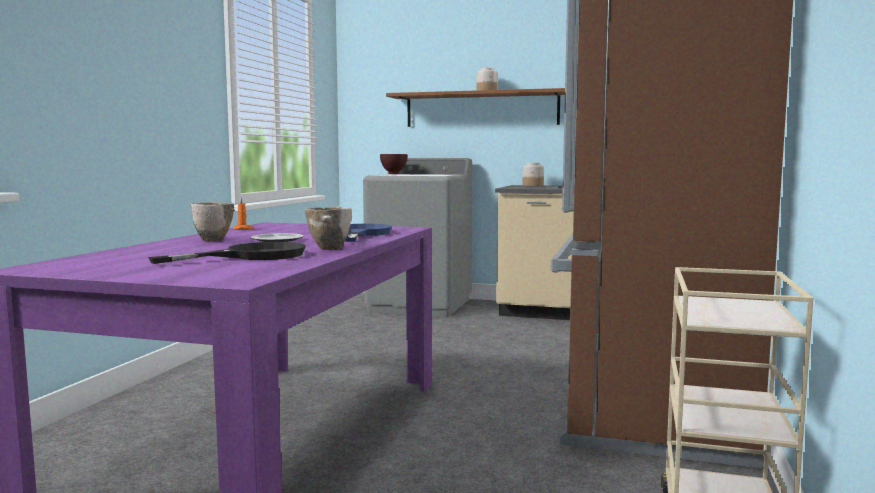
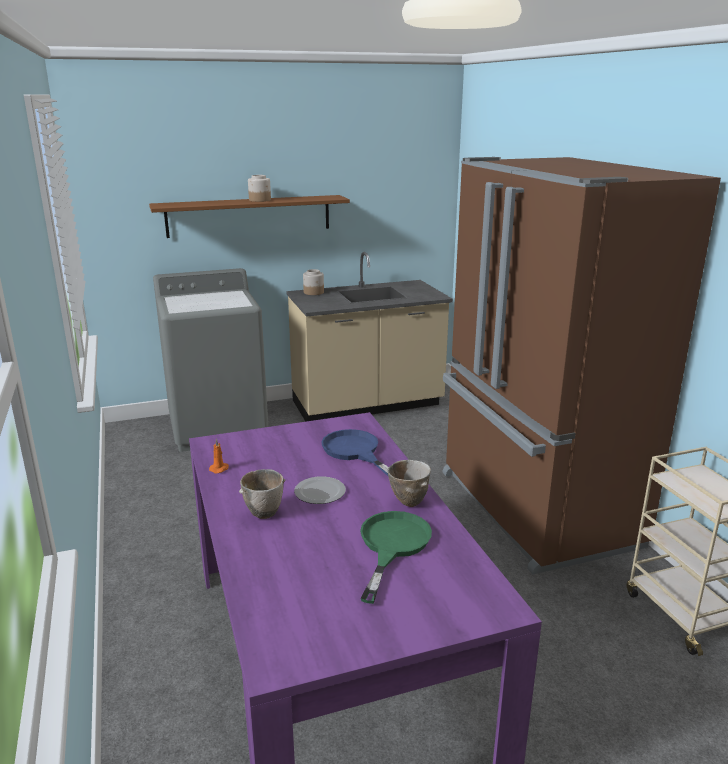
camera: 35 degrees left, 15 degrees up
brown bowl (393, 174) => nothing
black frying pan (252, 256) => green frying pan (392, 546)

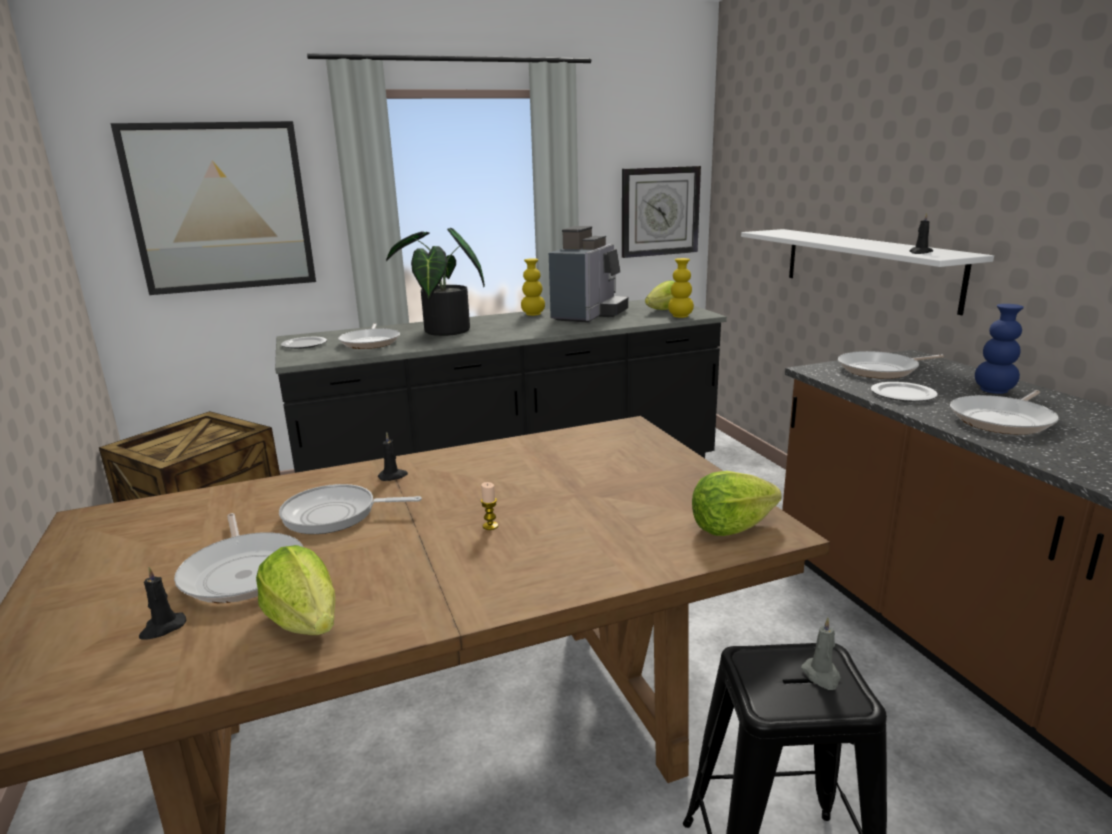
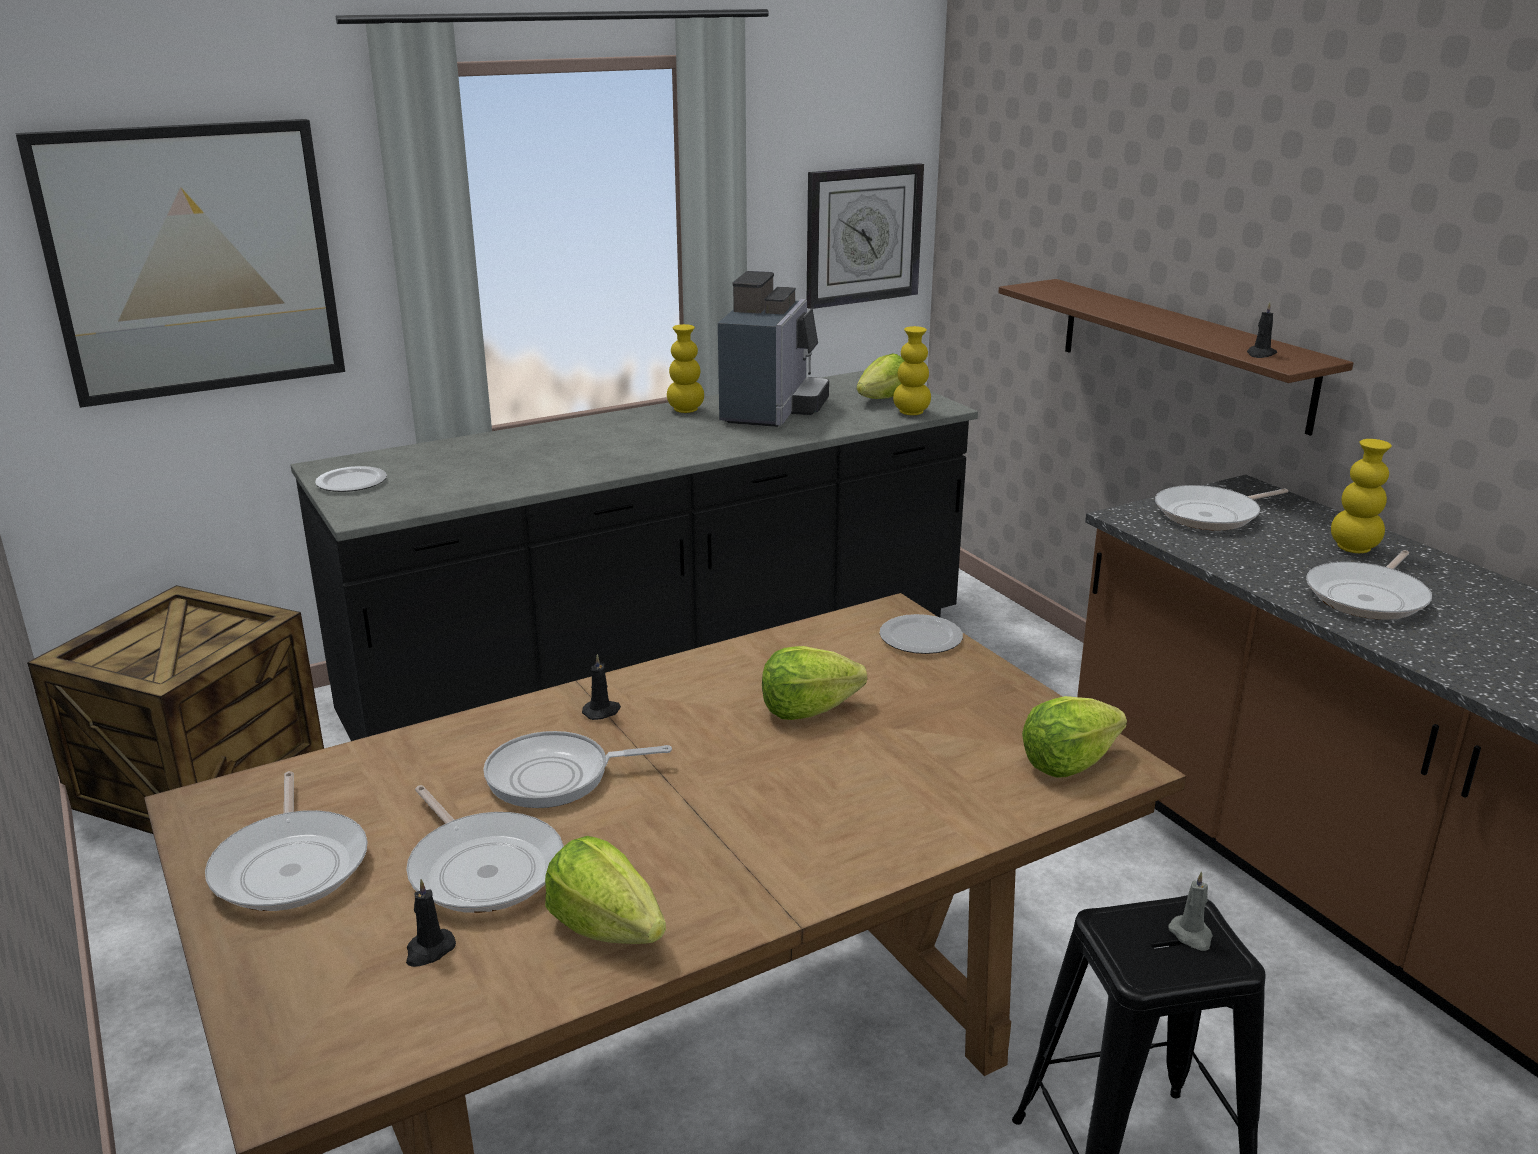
camera: 10 degrees left, 5 degrees up
potted plant (443, 332) => nothing
white shelf (867, 267) => brown shelf (1182, 352)
blue vase (993, 391) => yellow vase (1353, 548)
frying pan (371, 342) => frying pan (291, 865), moved
plate (902, 394) => plate (920, 637), moved
candle (490, 526) => nothing
nothing => lettuce (807, 709)

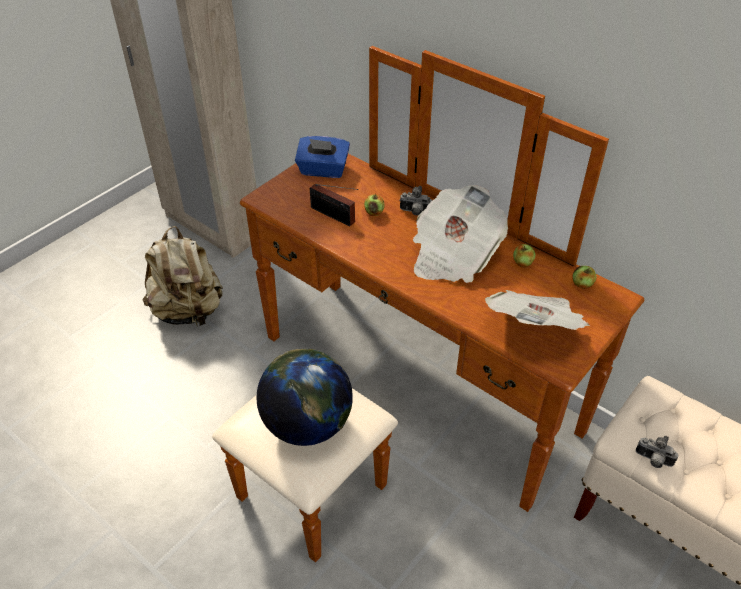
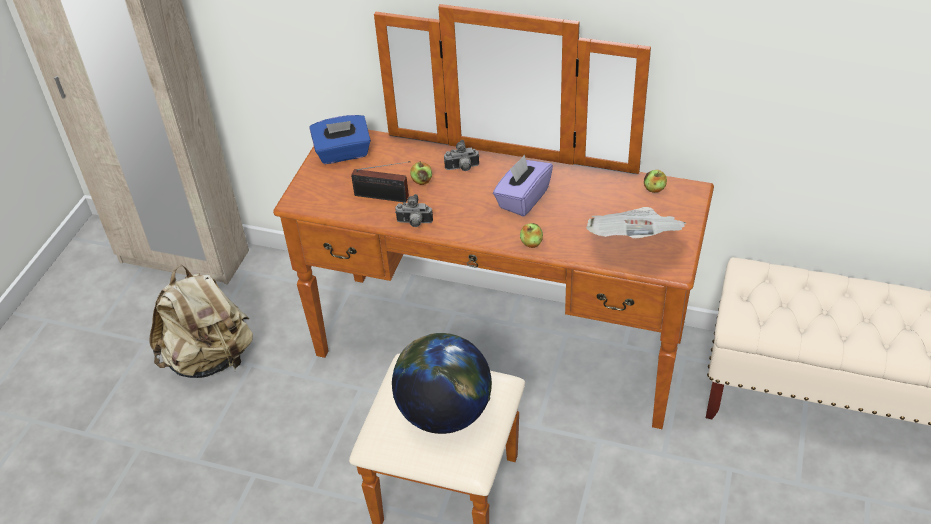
camera: 20 degrees left, 0 degrees up
newspaper (453, 255) => purple tissue box (522, 199)
apple (522, 263) => apple (531, 243), moved
photo camera (653, 460) => photo camera (414, 223), moved

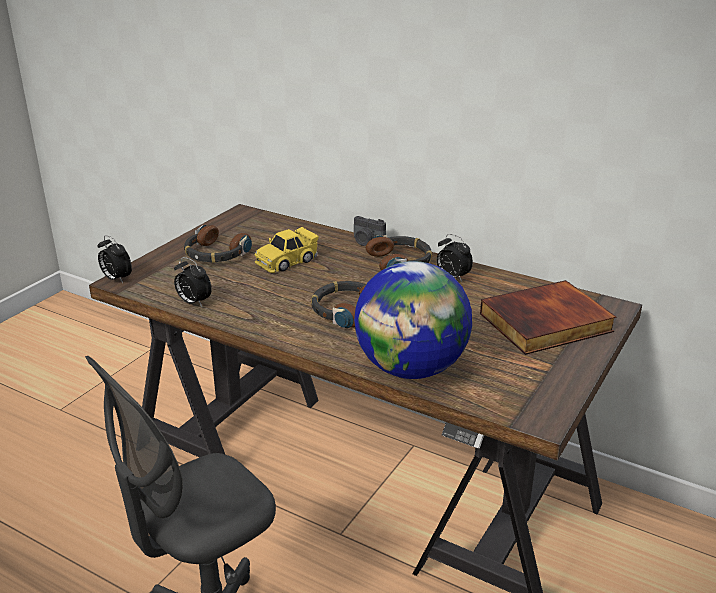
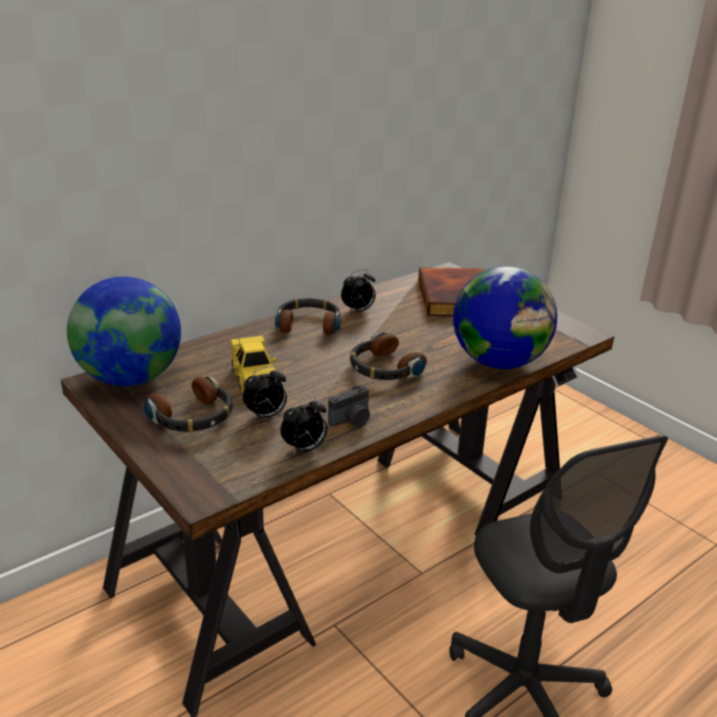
camera: 70 degrees left, 0 degrees up
photo camera (367, 241) => photo camera (352, 420), moved
alarm clock (116, 279) => alarm clock (266, 416), moved
nothing => globe (131, 378)

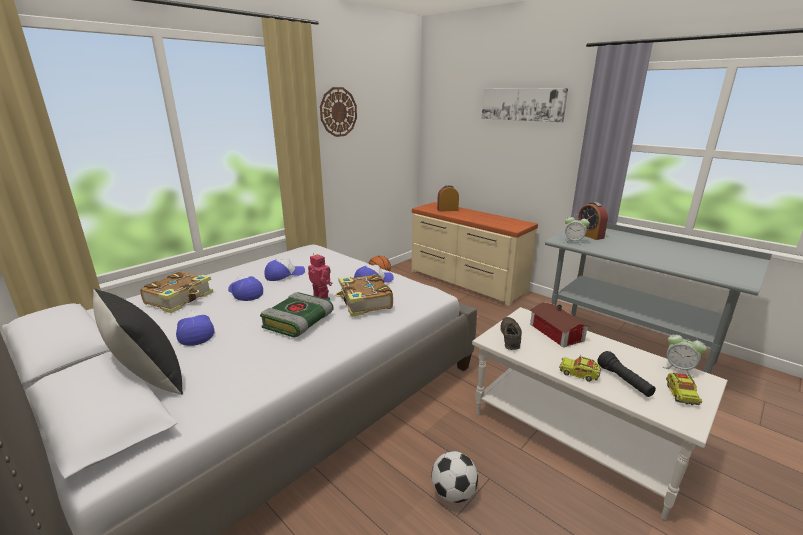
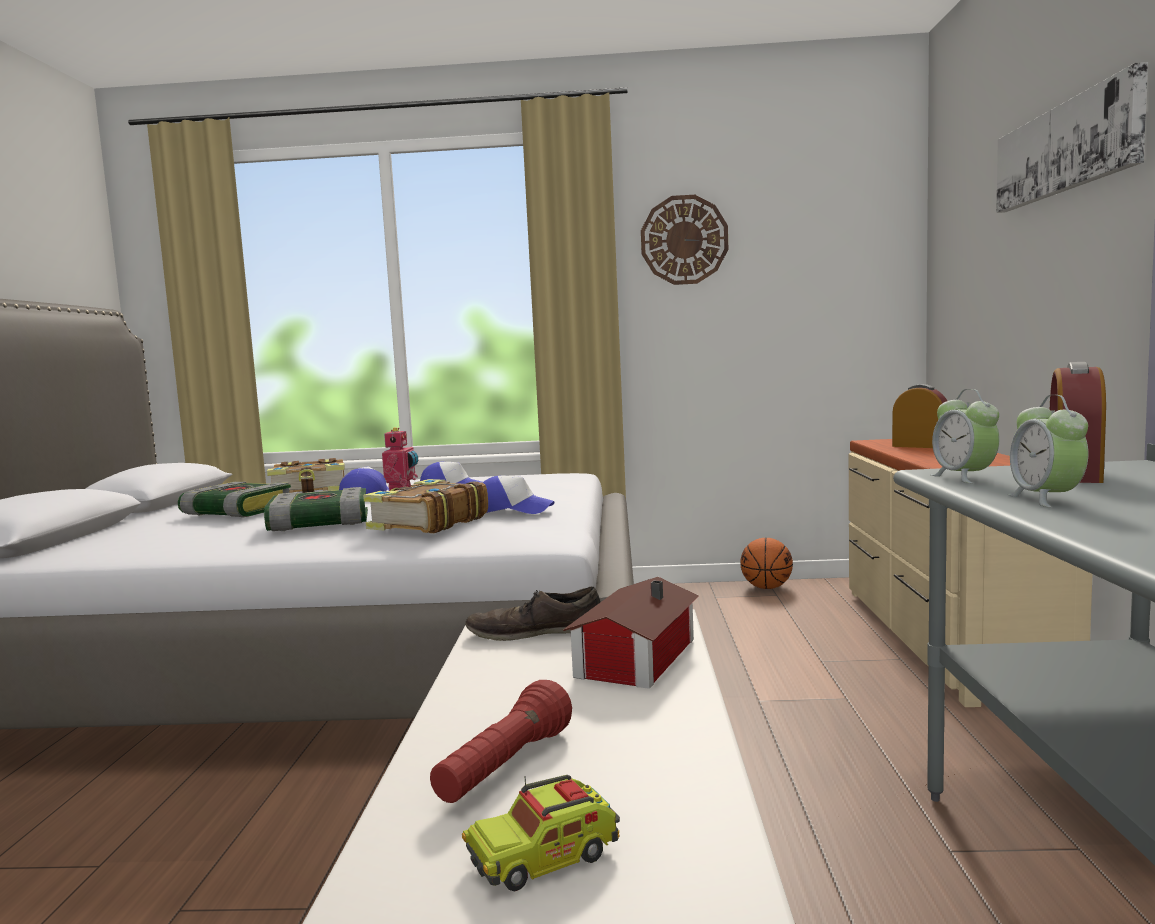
camera: 50 degrees right, 15 degrees down
black pillow (148, 380) => nothing
cap (195, 333) => book (235, 512)
brown shoe (510, 337) => brown shoe (535, 632), 150 degrees counterclockwise
alarm clock (679, 368) => alarm clock (1046, 499), moved
black flashlight (624, 381) => red flashlight (505, 767)
toy truck (578, 374) => nothing
football (453, 493) => nothing

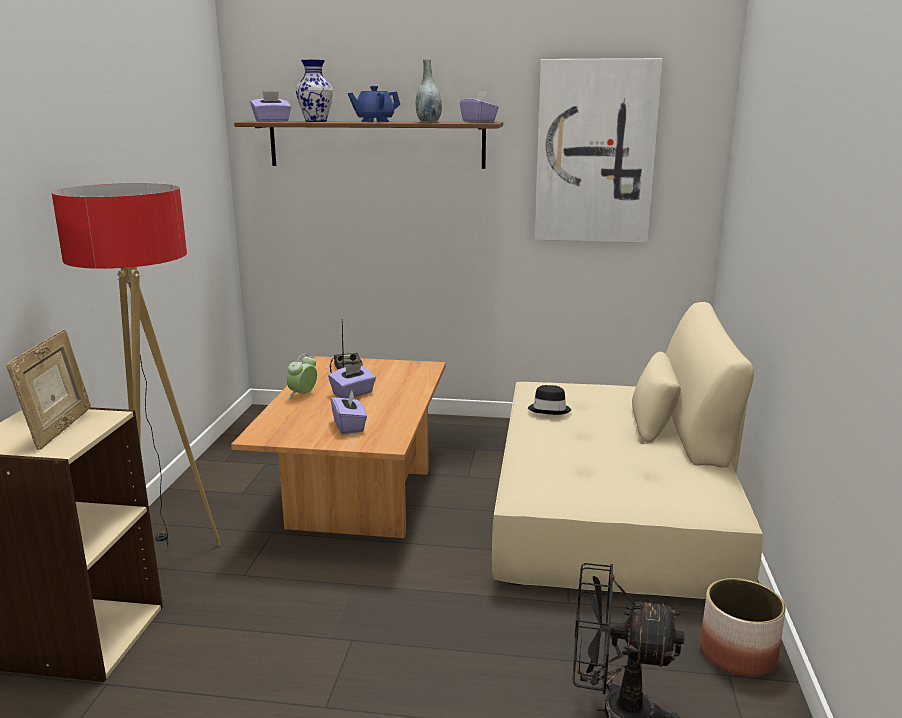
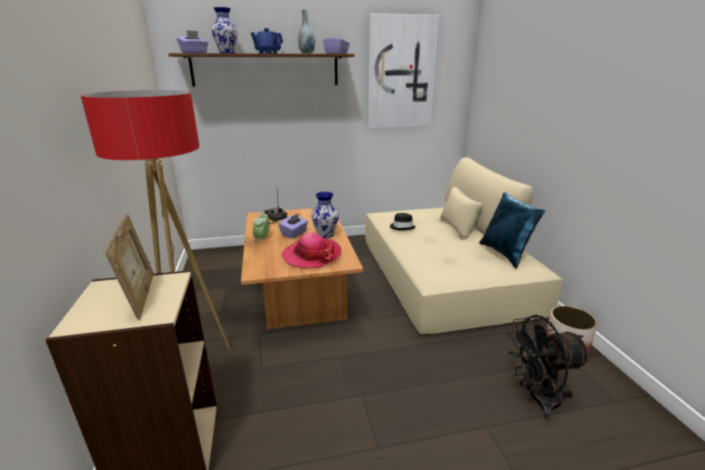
camera: 20 degrees left, 5 degrees up
purple tissue box (349, 426) => hat (311, 255)
nothing => vase (325, 234)
nothing => blue pillow (505, 254)

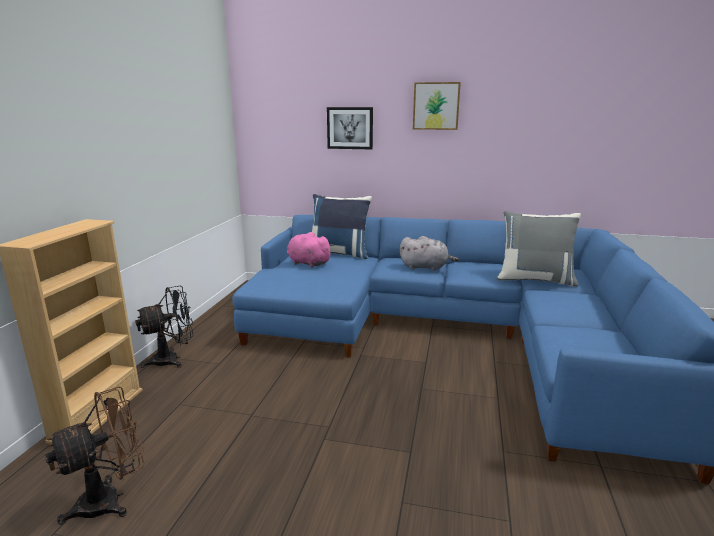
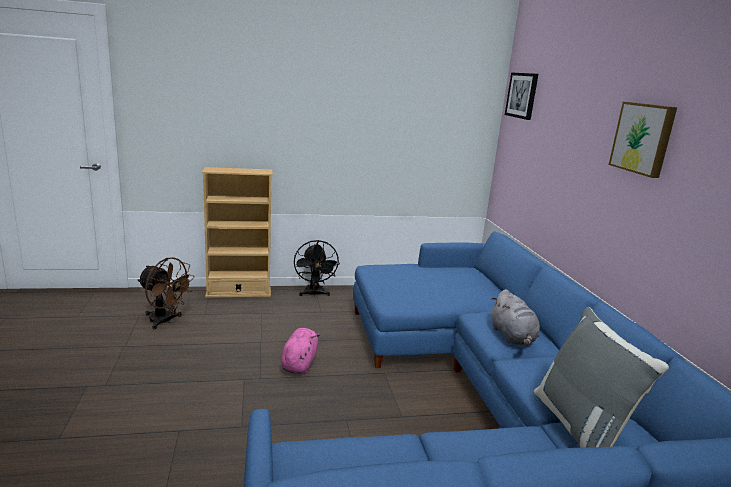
camera: 65 degrees right, 0 degrees up
picture (350, 128) => picture (522, 95), moved
blue pillow (339, 253) => nothing
pink plush toy (307, 263) => pink plush toy (299, 363), moved
black fan (172, 359) => black fan (314, 294), 45 degrees clockwise

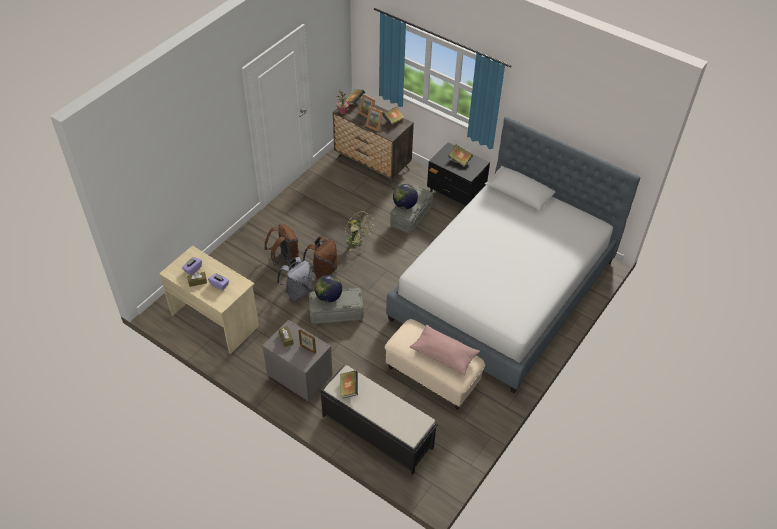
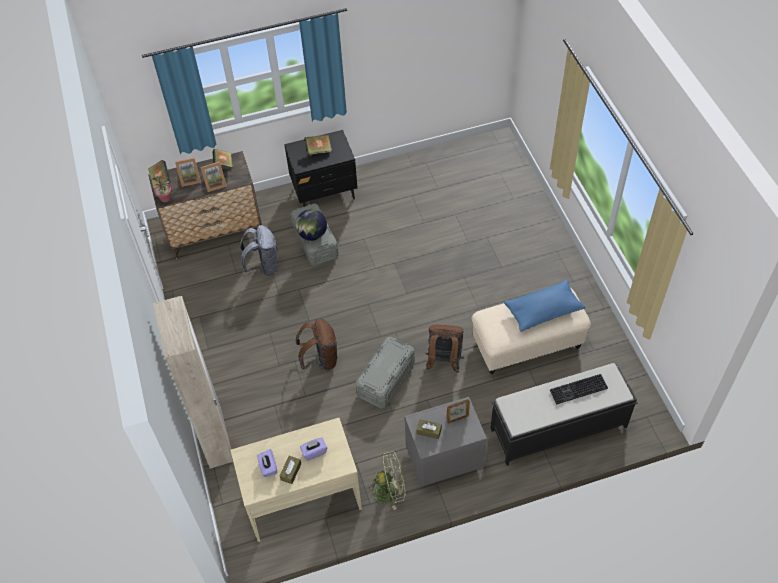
camera: 50 degrees left, 5 degrees up
bed (503, 290) => nothing
green fan (358, 242) => green fan (389, 491), moved
brown backpack (284, 259) => brown backpack (444, 361), moved
grey backpack (297, 292) => grey backpack (263, 266), moved
globe (328, 297) => nothing
pink pillow (444, 354) => blue pillow (543, 311)
book (349, 389) => nothing
nothing => beige wardrobe (216, 440)
nothing => keyboard (578, 391)

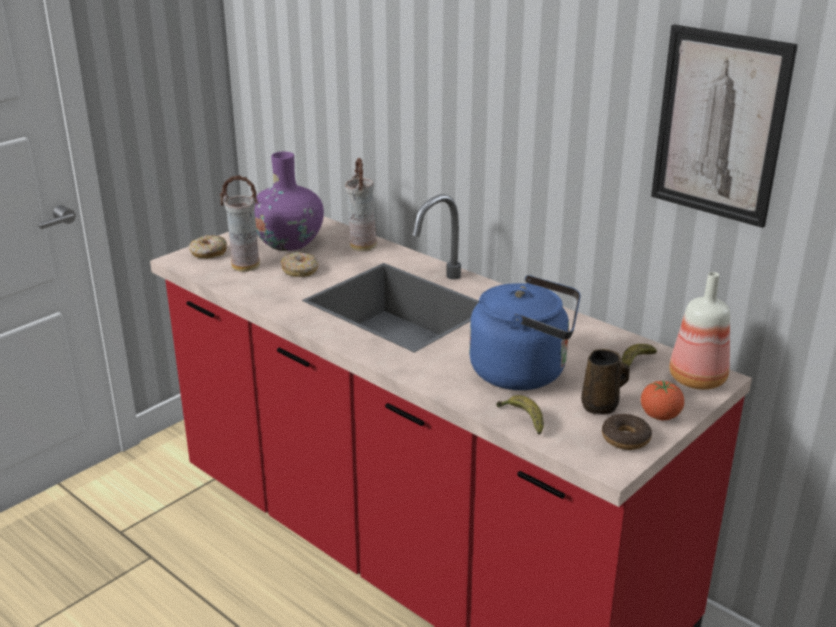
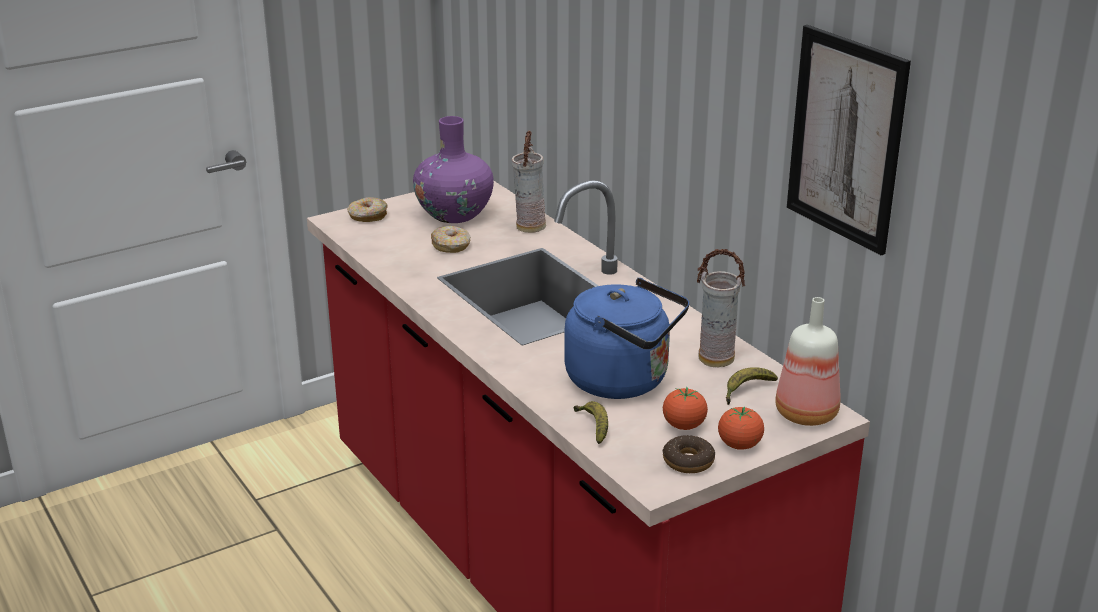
camera: 15 degrees right, 0 degrees up
vase (245, 266) => vase (715, 359), moved
brown mug (601, 406) => tomato (684, 426)

